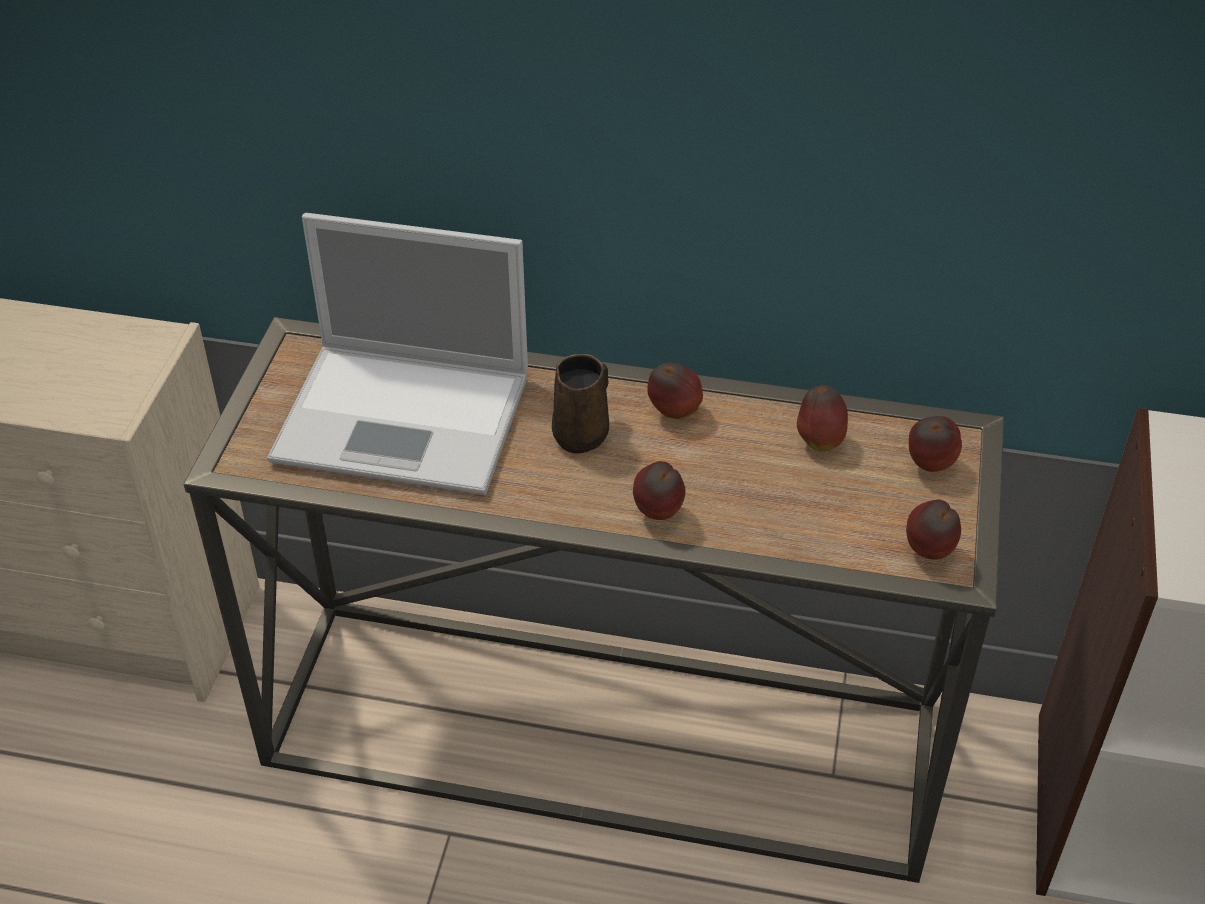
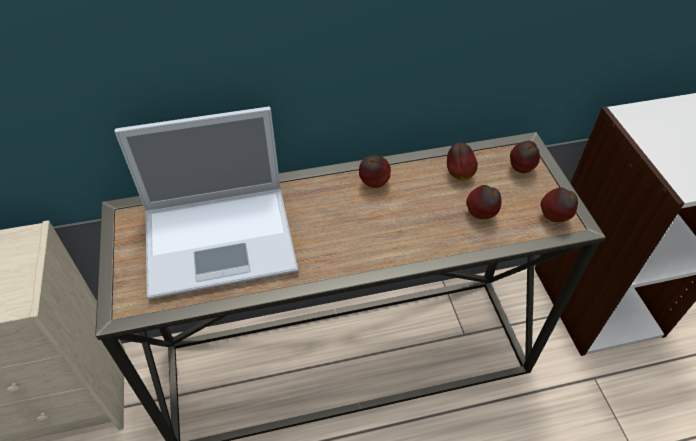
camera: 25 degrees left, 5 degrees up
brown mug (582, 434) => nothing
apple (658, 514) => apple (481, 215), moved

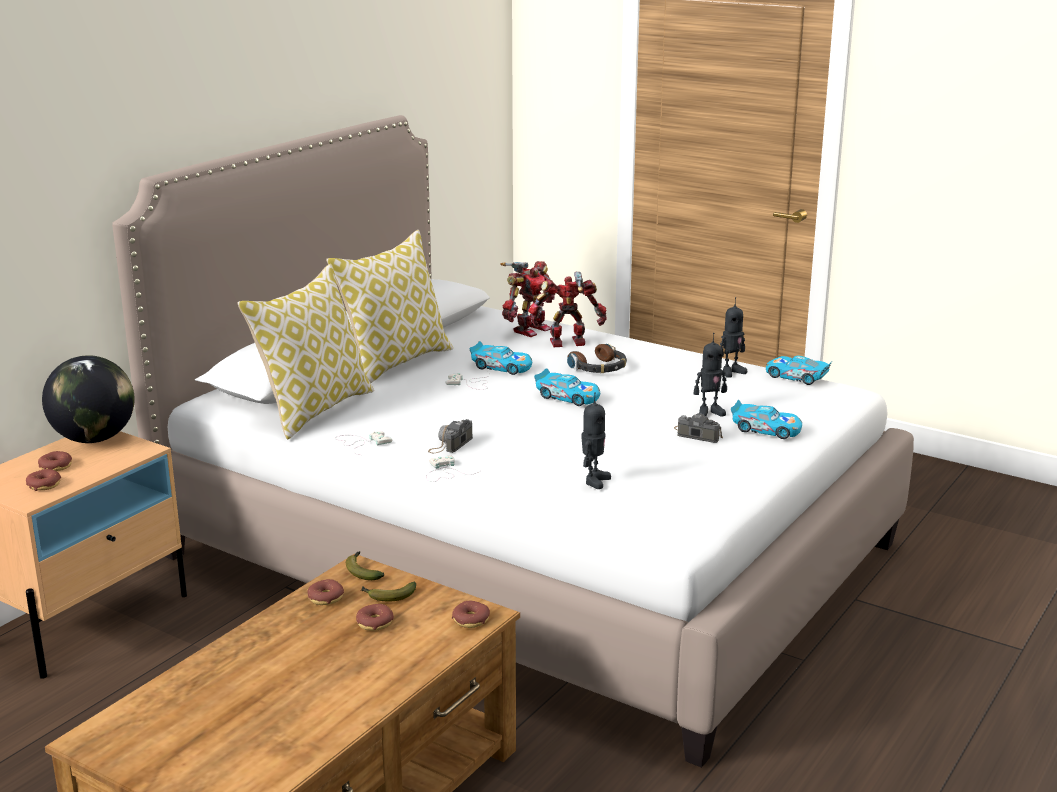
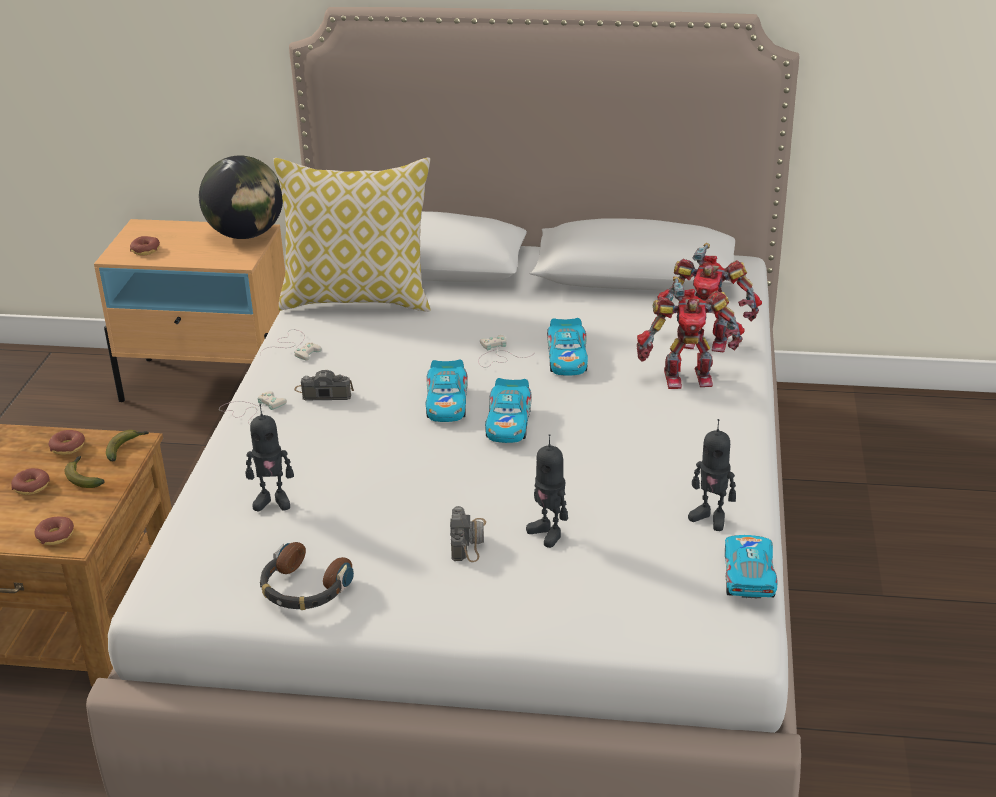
camera: 65 degrees right, 10 degrees up
pillow (395, 362) => nothing
toy robot (568, 343) => toy robot (686, 376), 120 degrees clockwise
headphones (599, 368) => headphones (304, 588), moved
toy car (766, 429) => toy car (447, 403), moved
donut (56, 466) => nothing

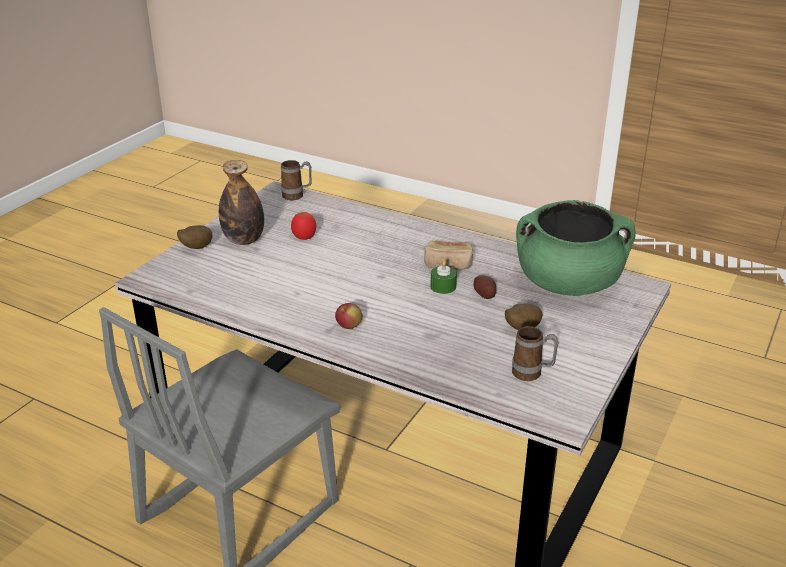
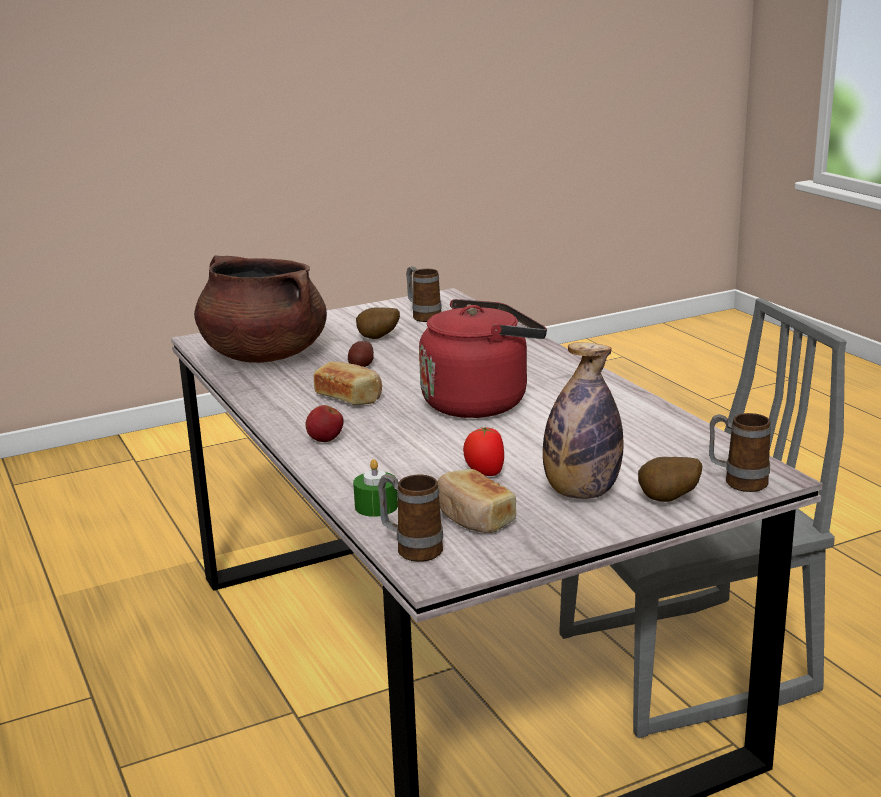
camera: 145 degrees left, 10 degrees down
green cooking pot (568, 284) => brown cooking pot (263, 355)
green candle (443, 287) => green candle (376, 506), moved
apple (349, 327) => apple (325, 440), moved
nothing => red kettle (480, 402)
nothing => mug (737, 482)
nothing => bread (473, 518)

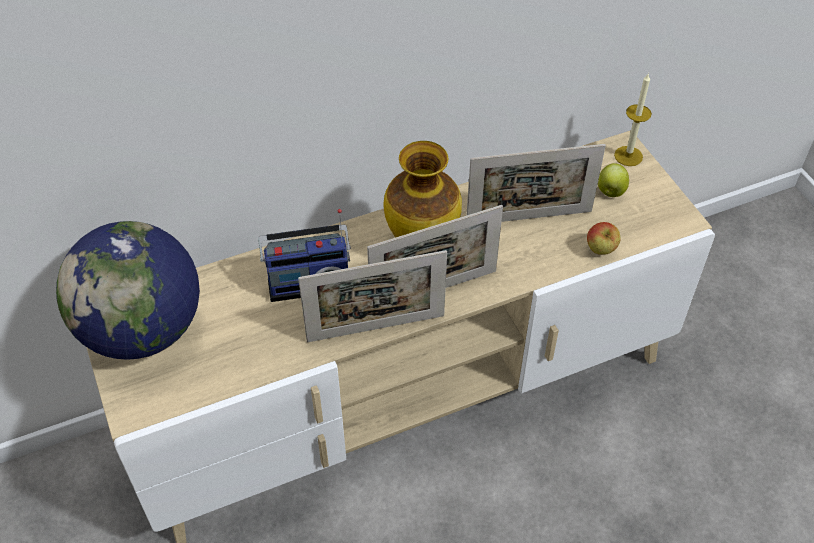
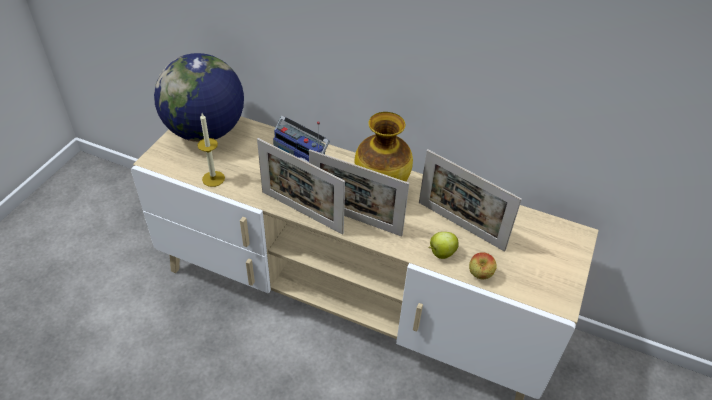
camera: 45 degrees right, 5 degrees down
candle (628, 156) => candle (213, 179), moved
apple (610, 192) => apple (441, 253), moved

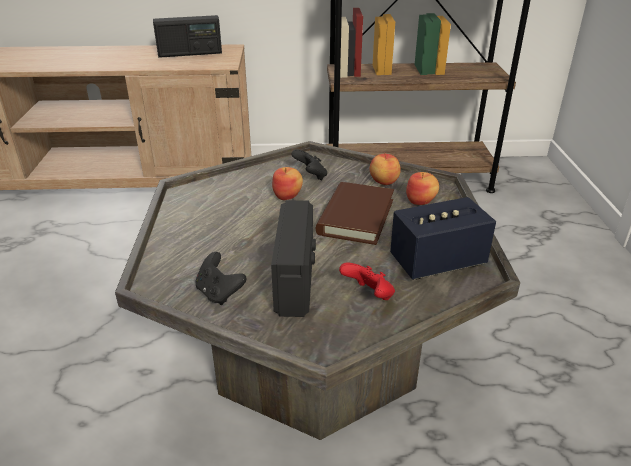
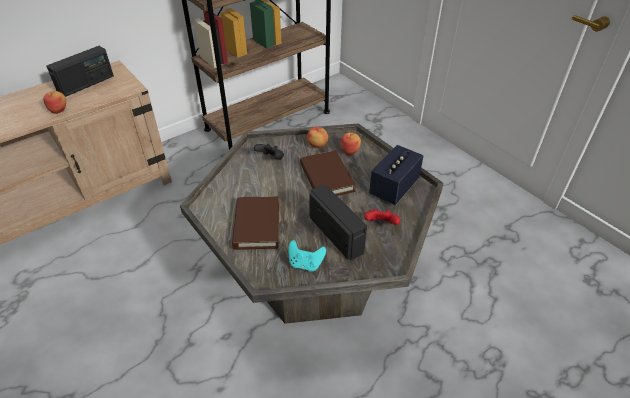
camera: 35 degrees left, 10 degrees up
apple (287, 195) => apple (59, 110), moved
black game controller (219, 293) => turquoise game controller (305, 264)
nothing => brown book (256, 225)

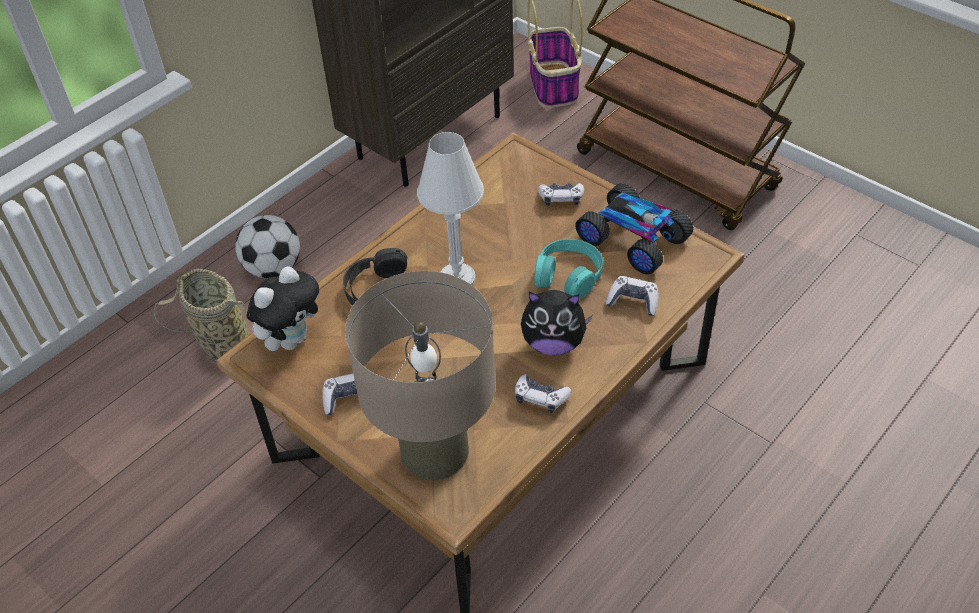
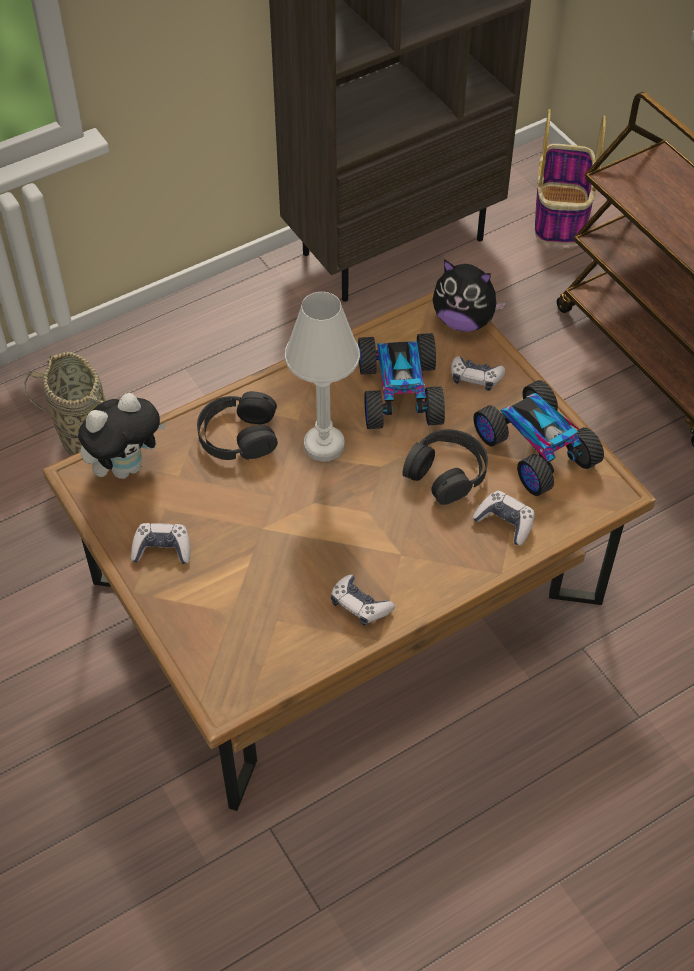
camera: 15 degrees right, 5 degrees up
football (273, 268) => nothing
turquoise headphones (568, 275) => black headphones (446, 472)
beige table lamp (434, 451) => nothing
plush toy (553, 343) => plush toy (464, 320), moved
nothing => toy car (401, 392)

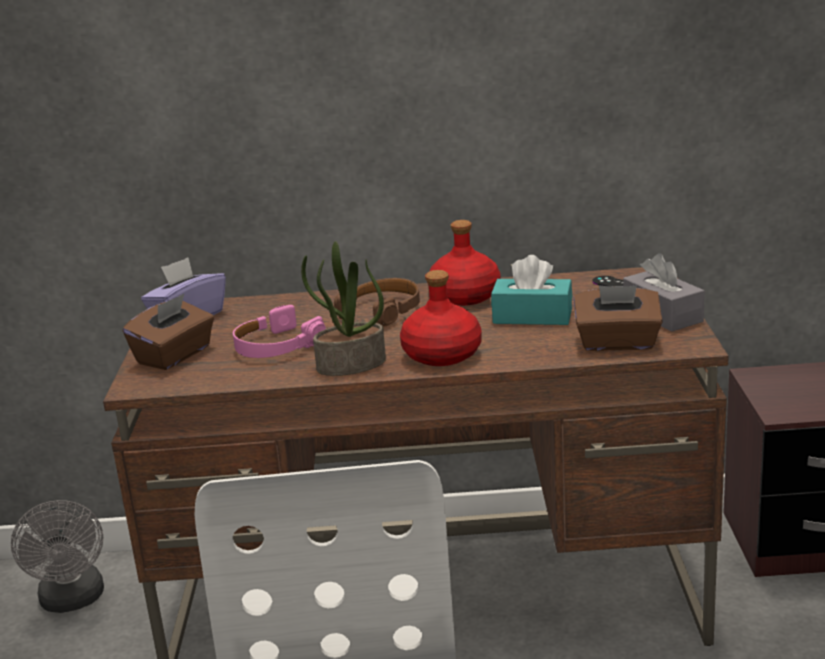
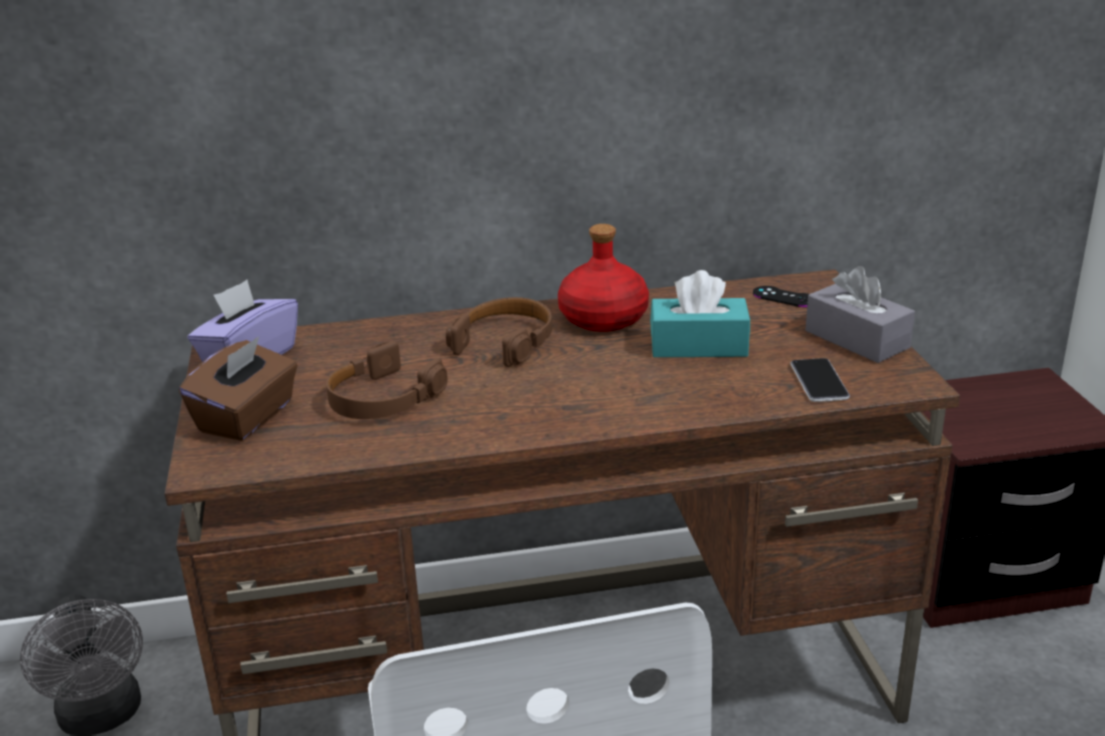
camera: 10 degrees left, 5 degrees up
potted plant (351, 365) => nothing
red bottle (442, 354) => nothing
brown tissue box (617, 343) => phone (819, 381)
pink headphones (276, 346) => brown headphones (382, 398)

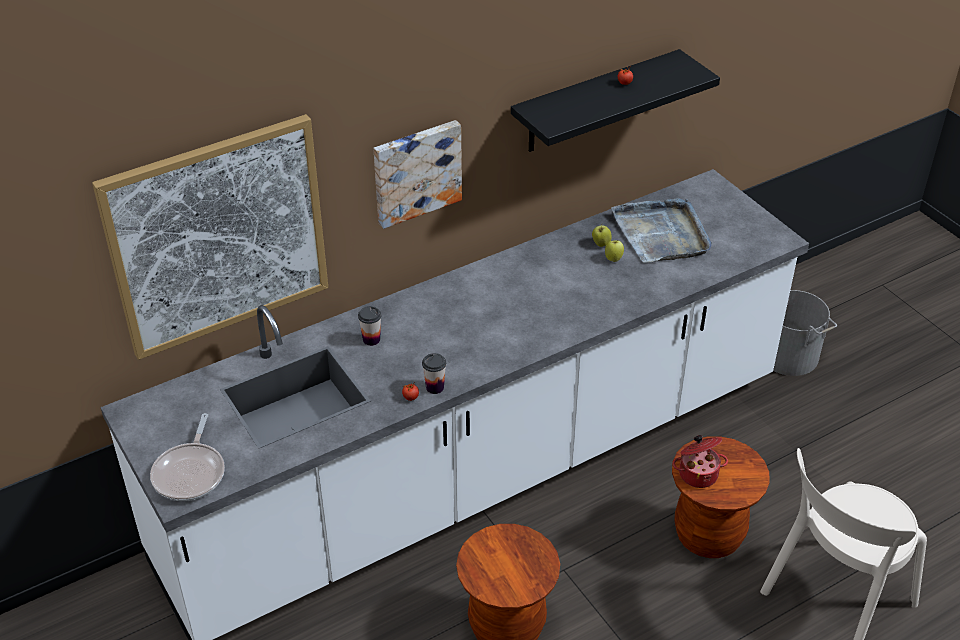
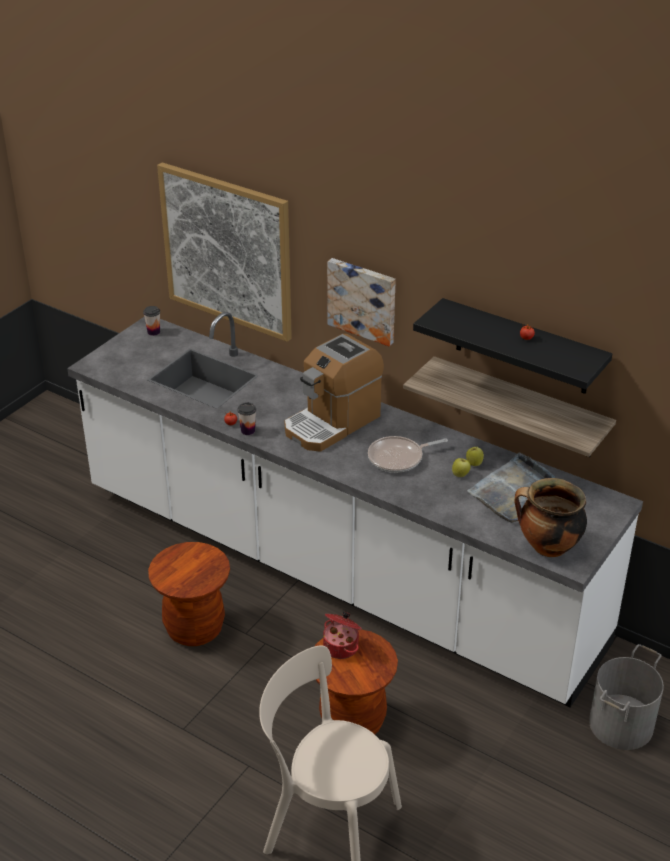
camera: 65 degrees right, 5 degrees down
cup (371, 339) => cup (153, 332), moved
frying pan (190, 473) => frying pan (398, 458), moved
nothing => coffee machine (332, 423)
nothing => shelf (519, 408)
nothing => cooking pot (547, 547)

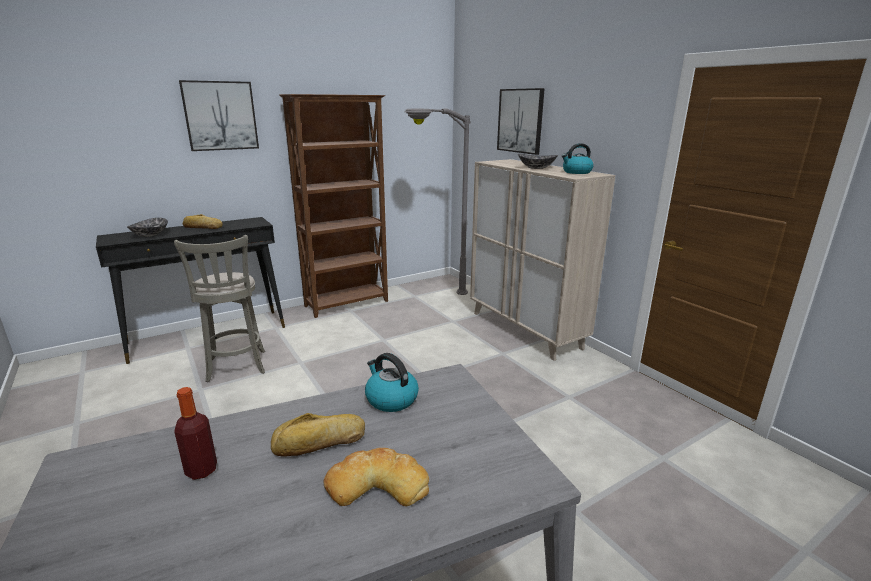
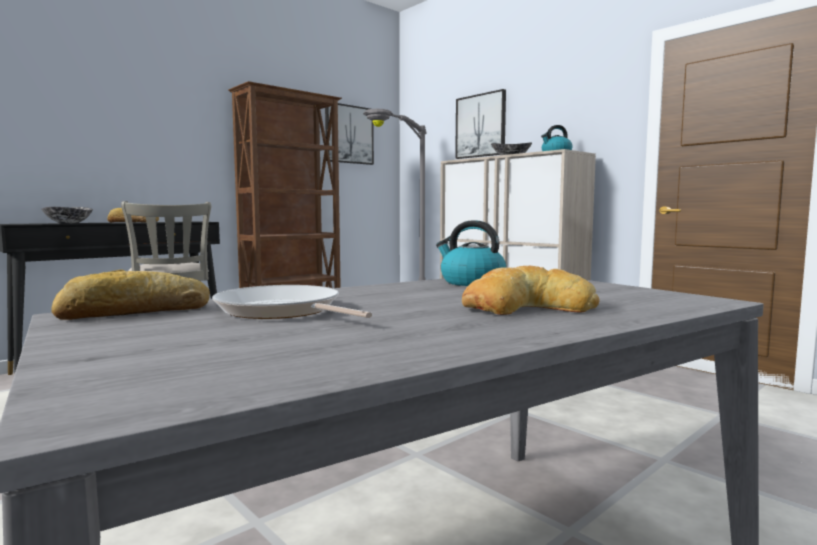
camera: 10 degrees left, 15 degrees down
picture (220, 116) => picture (349, 134), moved
bottle (201, 470) => frying pan (282, 311)
bread (319, 443) => bread (136, 312), moved

